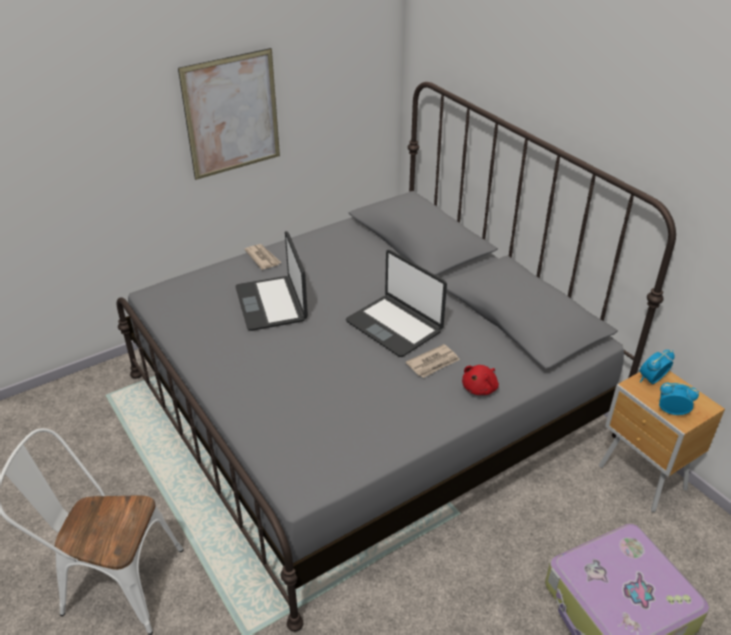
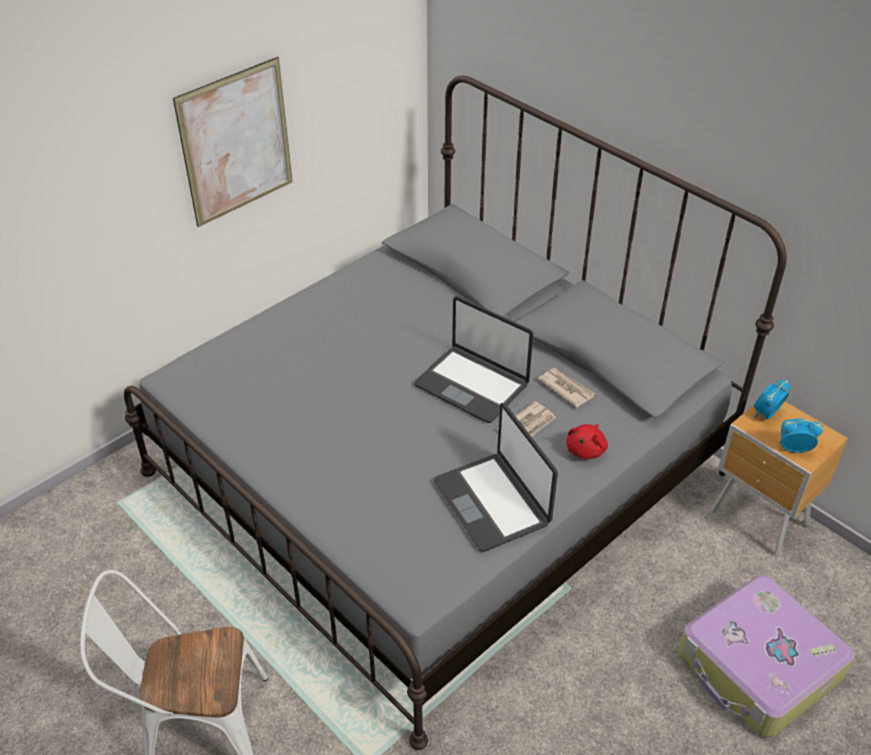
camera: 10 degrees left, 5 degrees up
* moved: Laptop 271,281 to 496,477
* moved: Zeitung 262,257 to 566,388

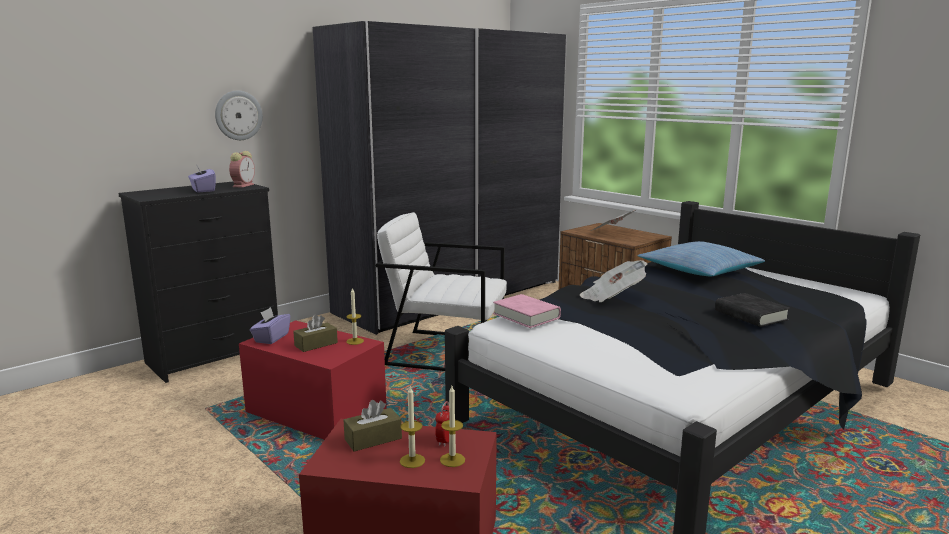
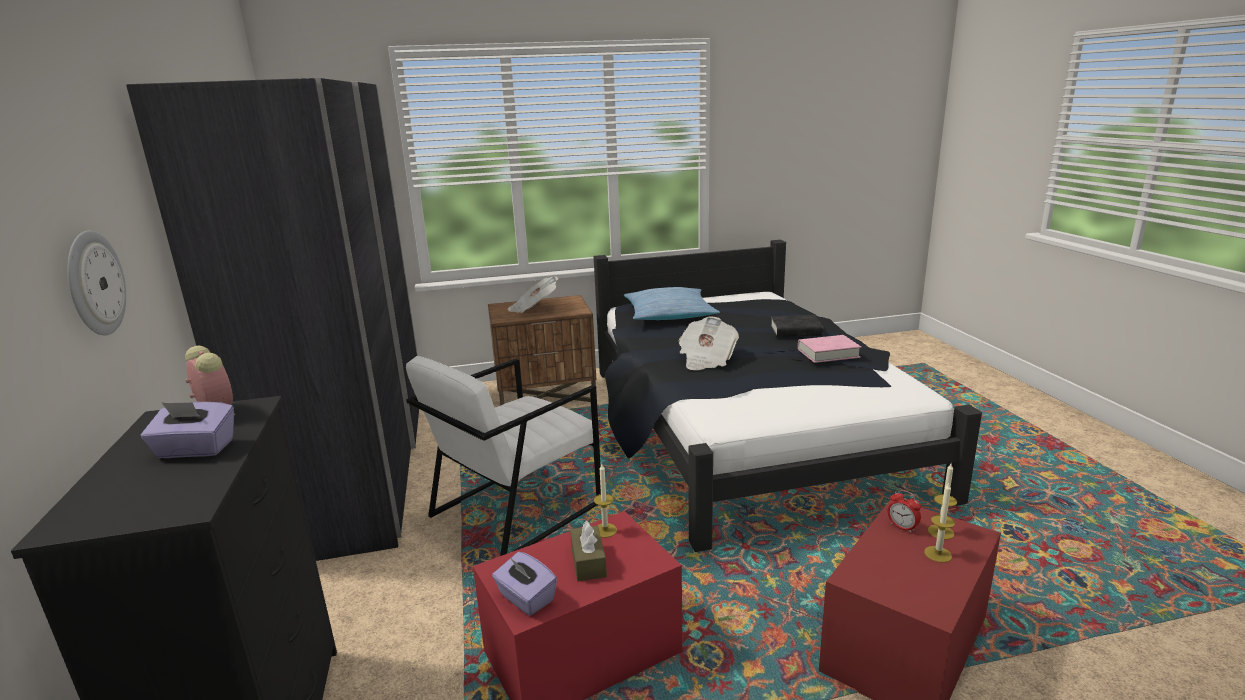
camera: 60 degrees left, 5 degrees up
* moved: Buch (rosa) 527,311 to 829,349
* removed: Taschentuchbox (braun) 372,425

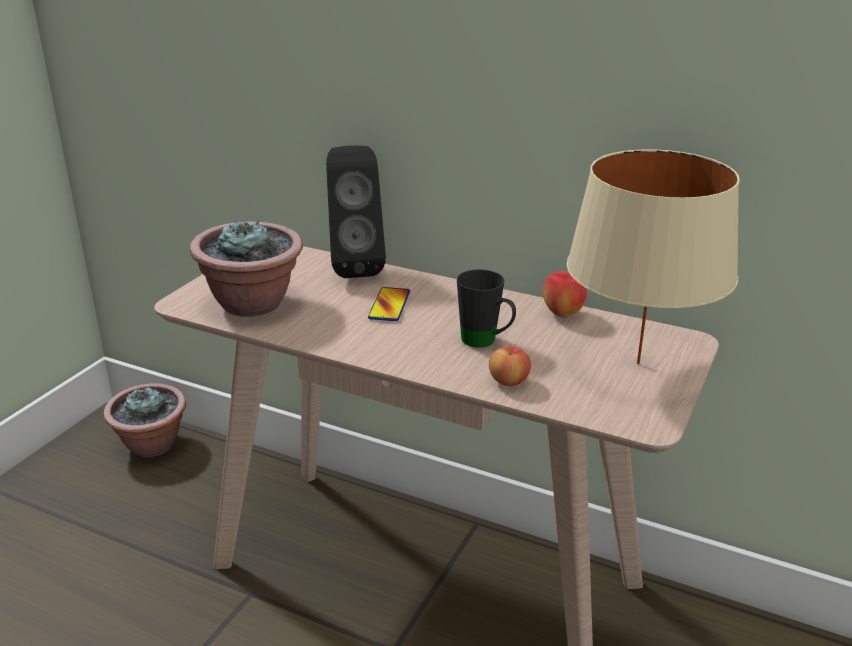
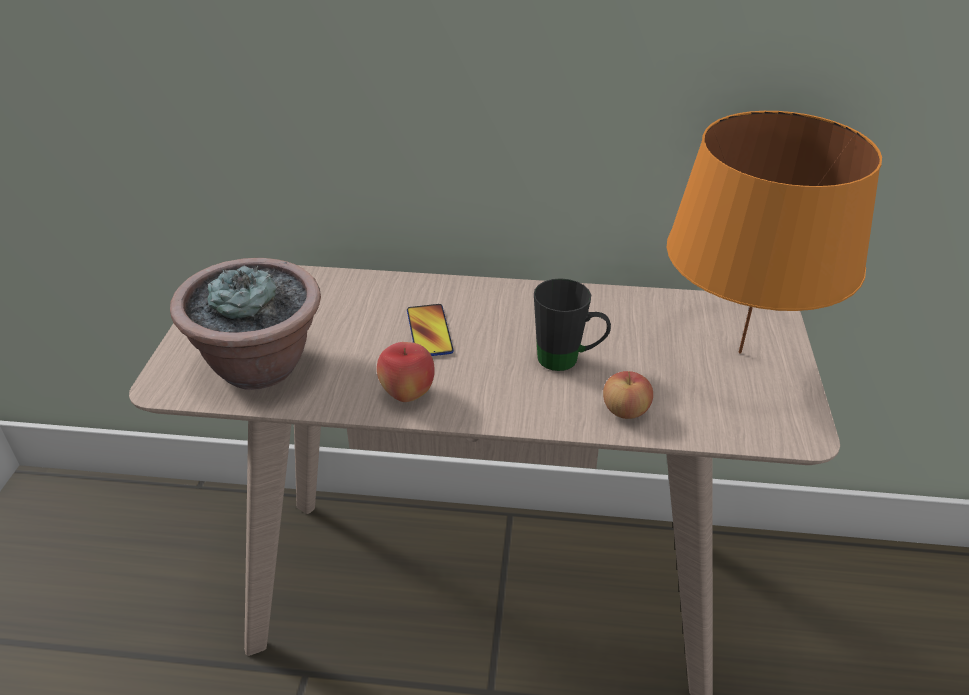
camera: 20 degrees left, 10 degrees up
* moved: Apfel 565,294 to 406,372
* recoloured: Tischlampe (beige) 653,256 to Tischlampe (orange) 774,232
* removed: Topfpflanze 145,420
* removed: Lautsprecher (schwarz) 356,211

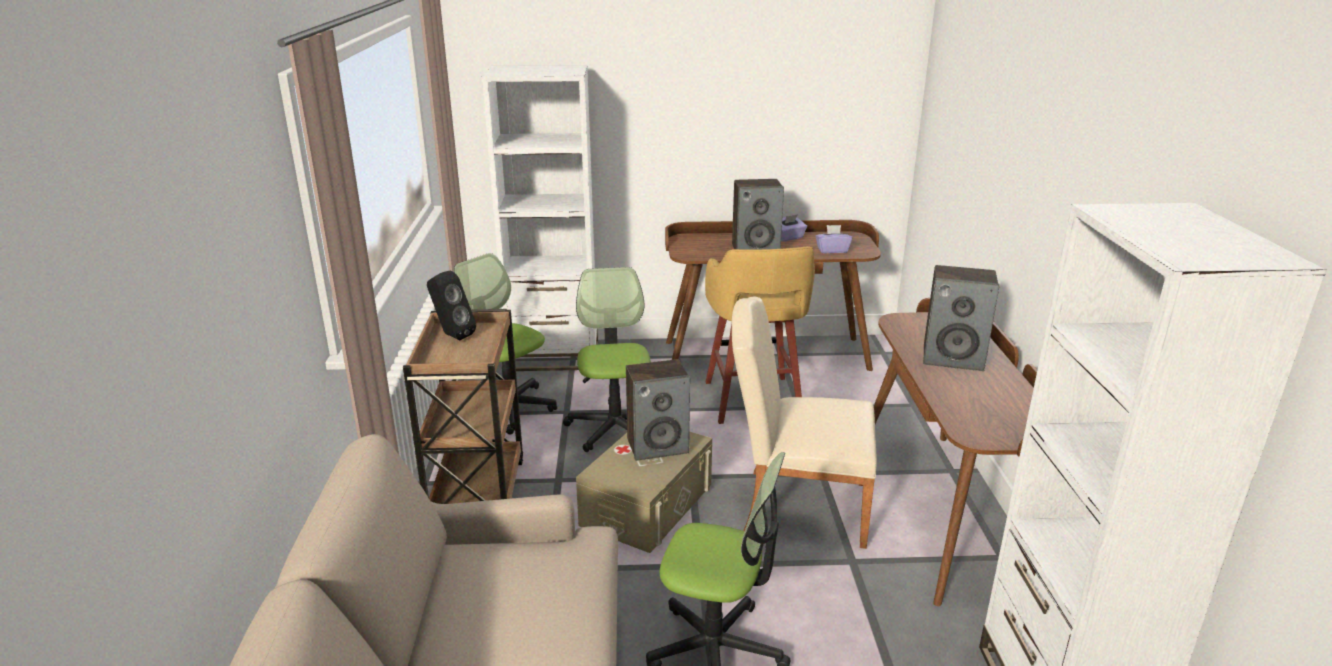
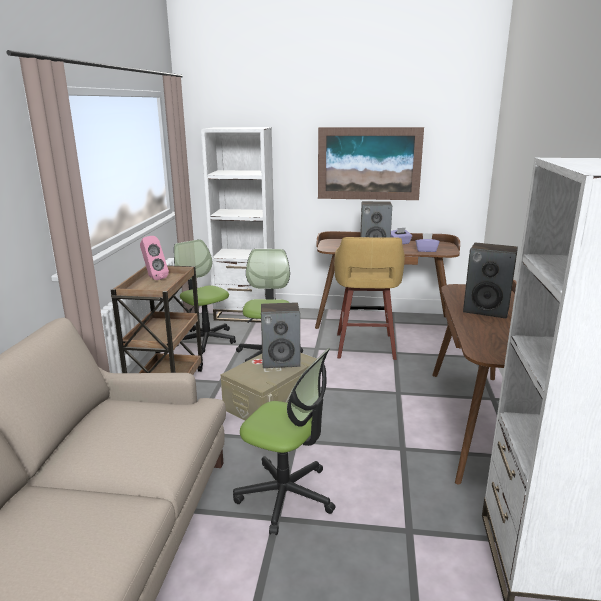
camera: 10 degrees right, 5 degrees down
* recoloured: Lautsprecher (schwarz) 451,305 to Lautsprecher (rosa) 154,258
* added: Bild 371,163
* removed: Stuhl (beige) 804,423

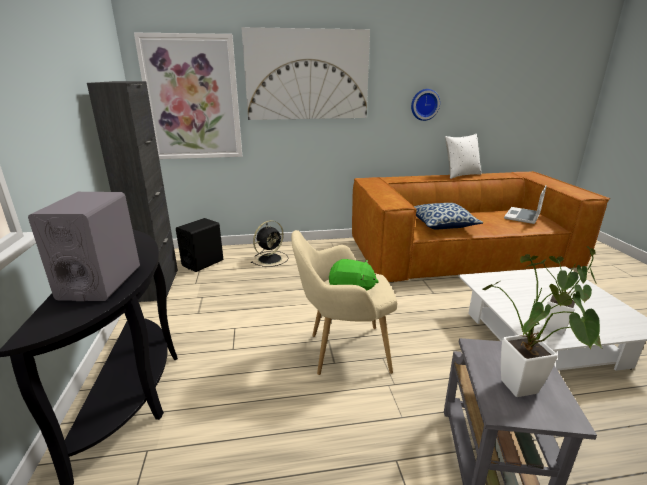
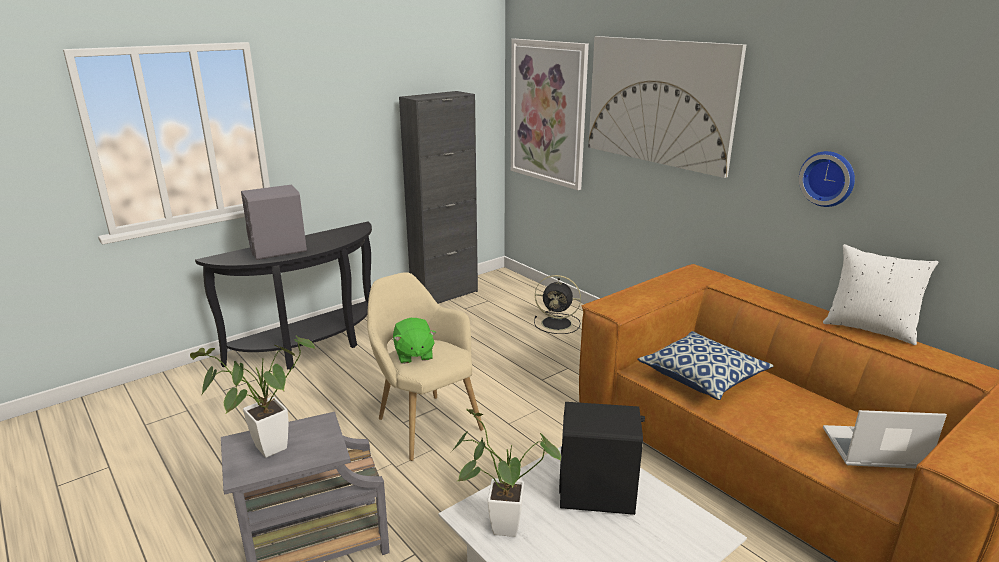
camera: 60 degrees right, 0 degrees up
* moved: Lautsprecher (schwarz) 199,245 to 602,458

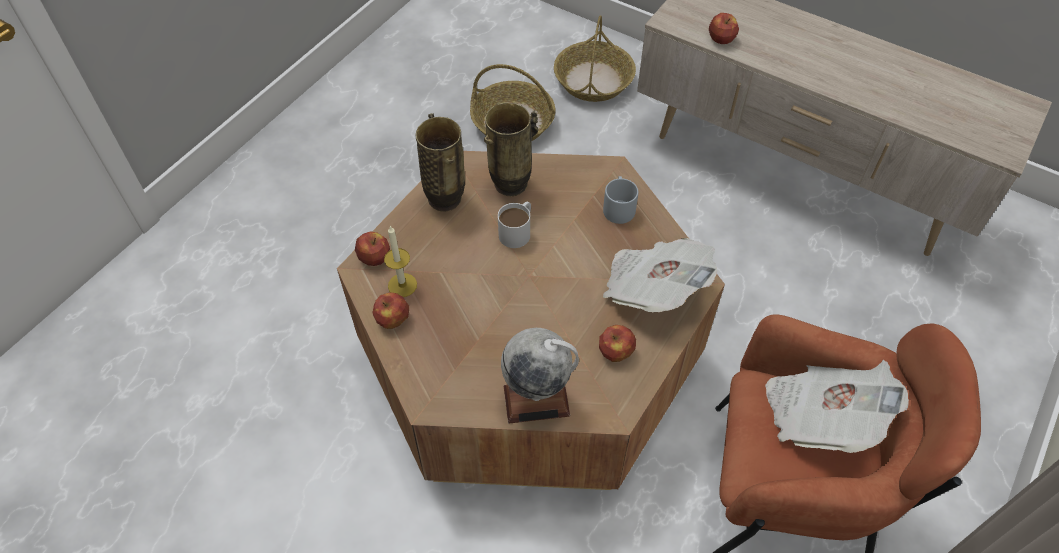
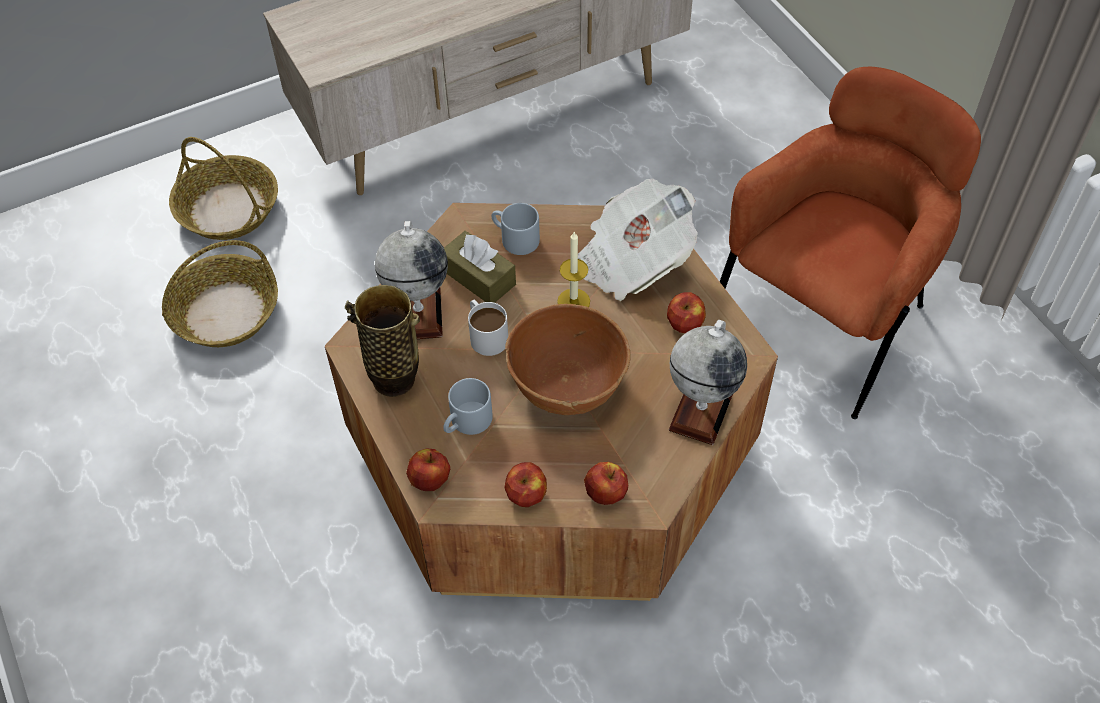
camera: 60 degrees left, 0 degrees up
* replaced: Vase 511,149 to Globus 411,280
* added: Henkelbecher (grau) 468,406
* added: Taschentuchbox (braun) 480,267
* added: Schüssel (braun) 568,359
* moved: Kerze 400,261 to 573,269
* moved: Apfel 724,28 to 606,483
* removed: Zeitung 837,406

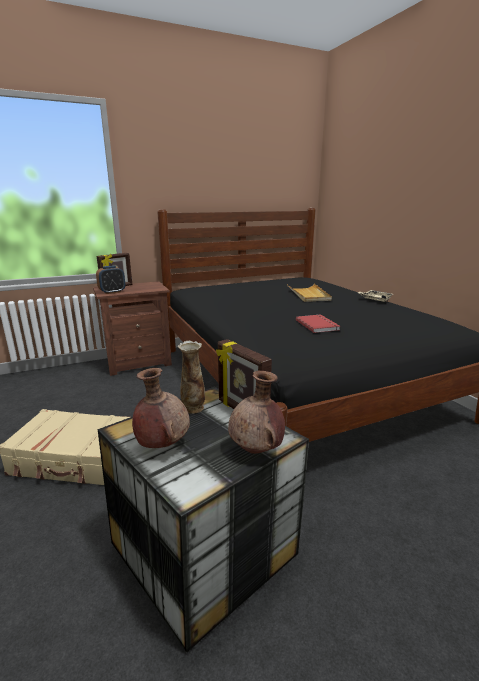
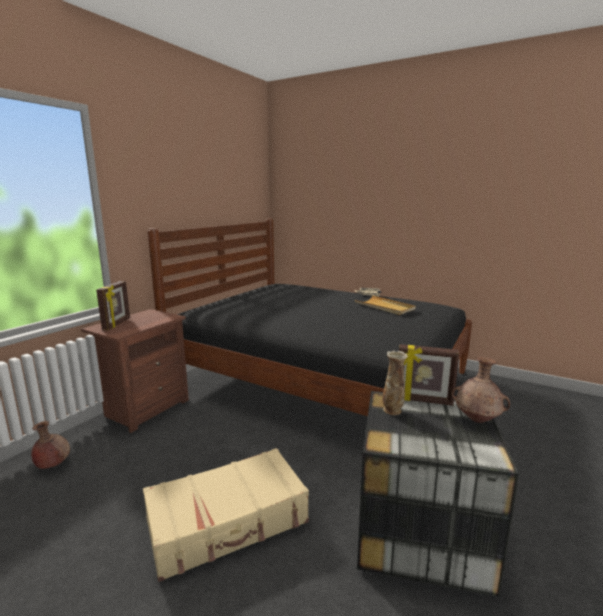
camera: 35 degrees left, 5 degrees down
* moved: Vase (braun) 161,408 to 50,445
* moved: Tablett (beige) 309,293 to 385,305
* removed: Wecker 110,280
* removed: Buch (rot) 318,323

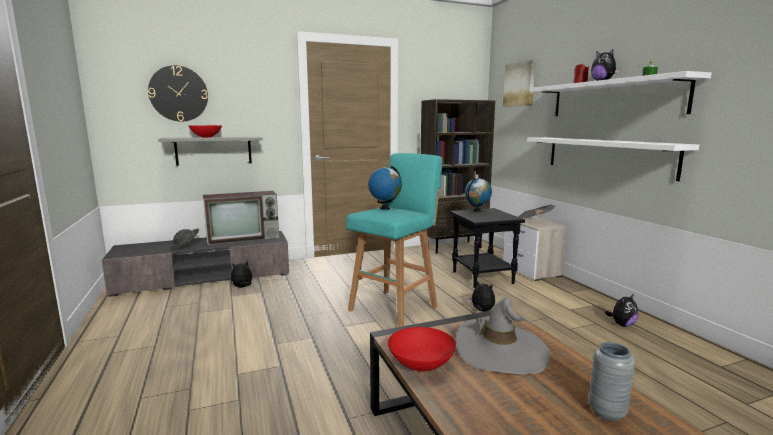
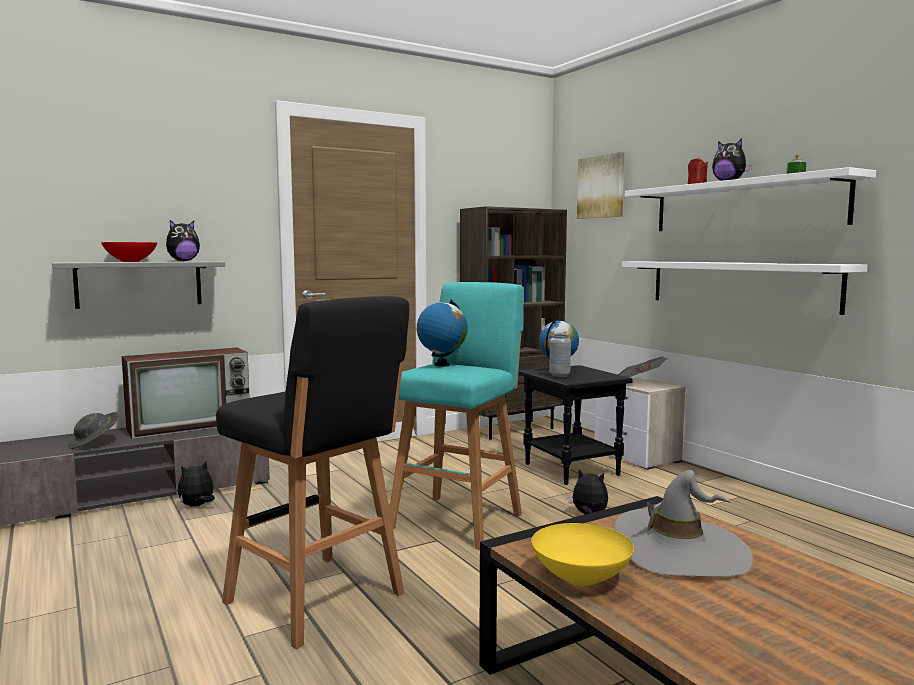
camera: 10 degrees left, 5 degrees down
* moved: Plüschtier 621,310 to 183,240
* added: Hocker (schwarz) 312,472
* recoloured: Schüssel (rot) 422,349 to Schüssel (gelb) 582,554
* moved: Vase (grau) 612,381 to 560,356
* removed: Wanduhr 178,93

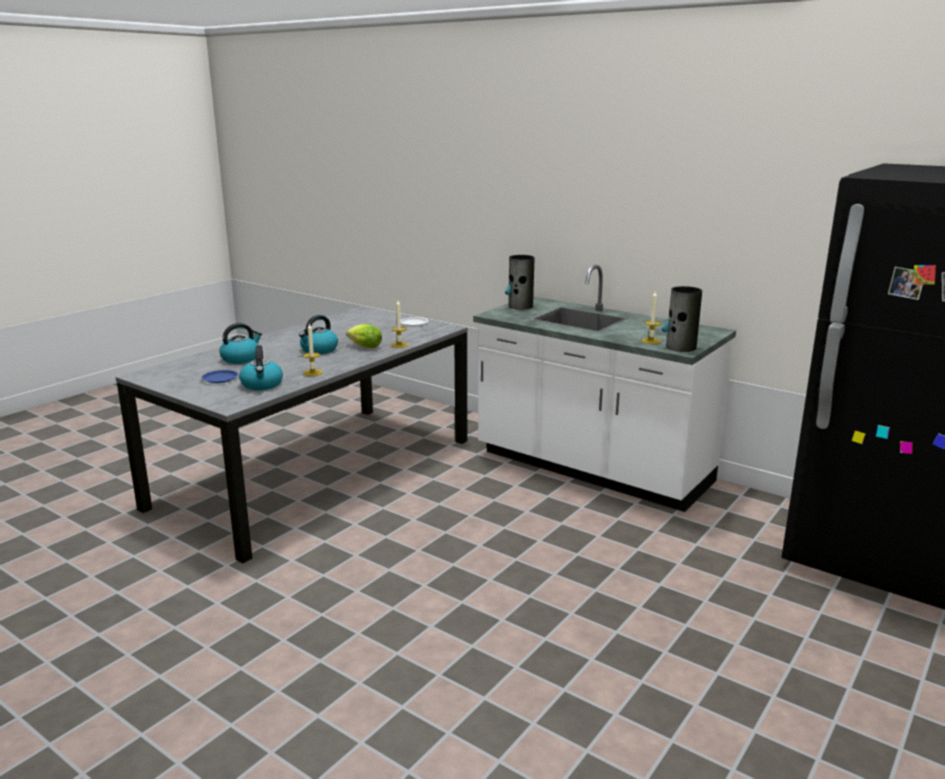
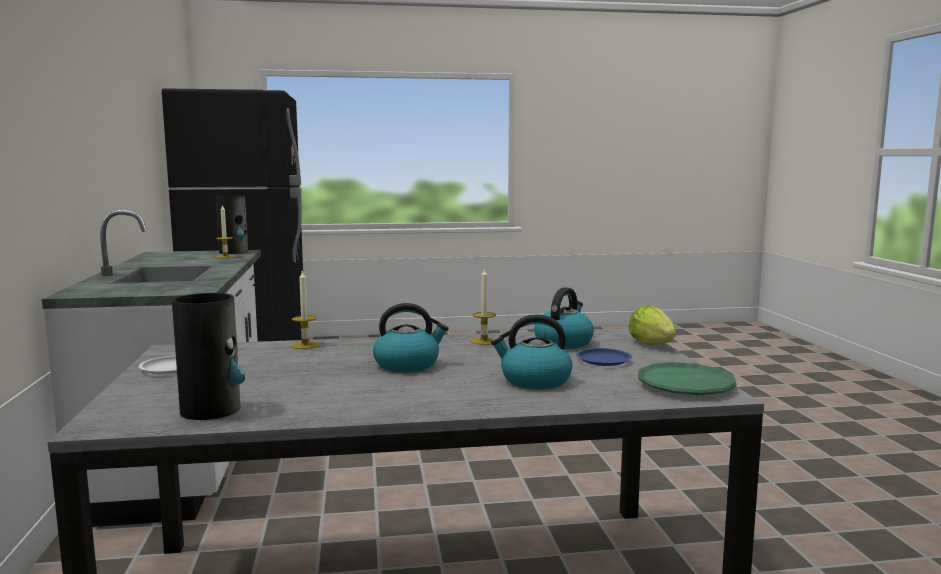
camera: 135 degrees left, 10 degrees down
* moved: Vase 519,282 to 208,356
* moved: Salatkopf 364,336 to 652,325
* added: Teller (grün) 687,378

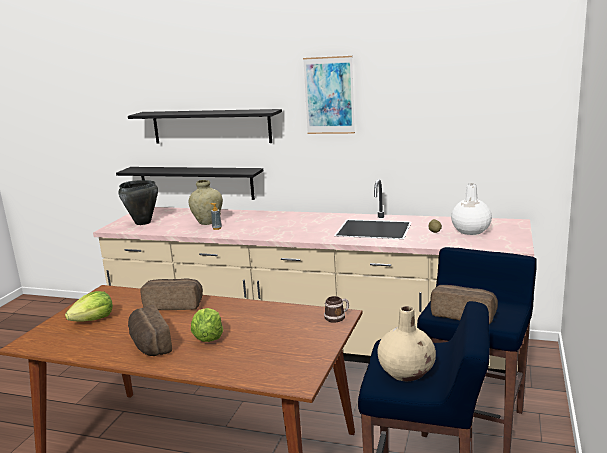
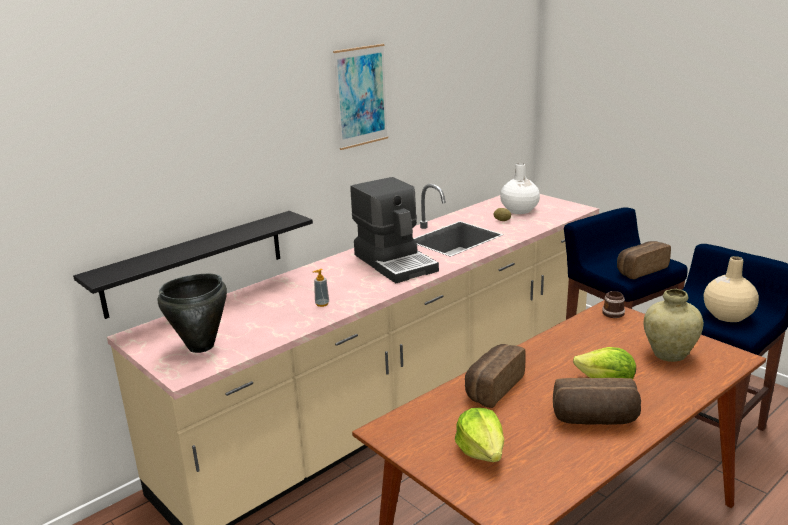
camera: 60 degrees left, 5 degrees up
* added: Kaffeemaschine 394,230
* moved: Vase (beige) 205,202 to 674,325
* removed: Wandregal (schwarz) 205,126

